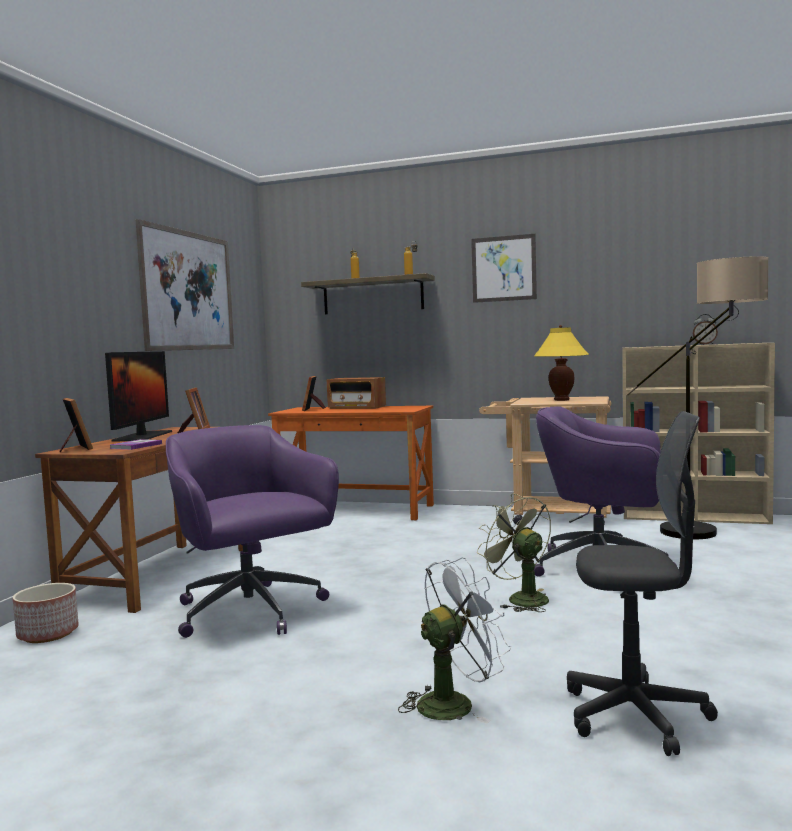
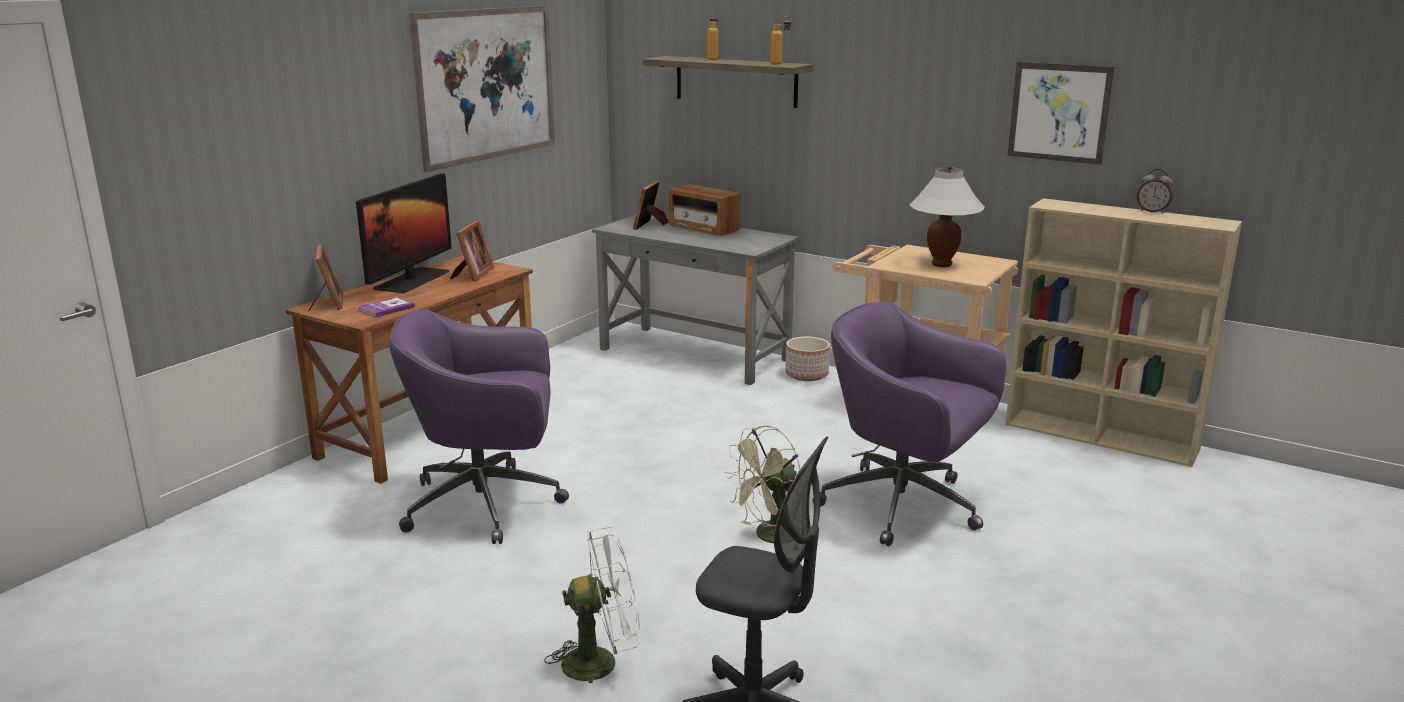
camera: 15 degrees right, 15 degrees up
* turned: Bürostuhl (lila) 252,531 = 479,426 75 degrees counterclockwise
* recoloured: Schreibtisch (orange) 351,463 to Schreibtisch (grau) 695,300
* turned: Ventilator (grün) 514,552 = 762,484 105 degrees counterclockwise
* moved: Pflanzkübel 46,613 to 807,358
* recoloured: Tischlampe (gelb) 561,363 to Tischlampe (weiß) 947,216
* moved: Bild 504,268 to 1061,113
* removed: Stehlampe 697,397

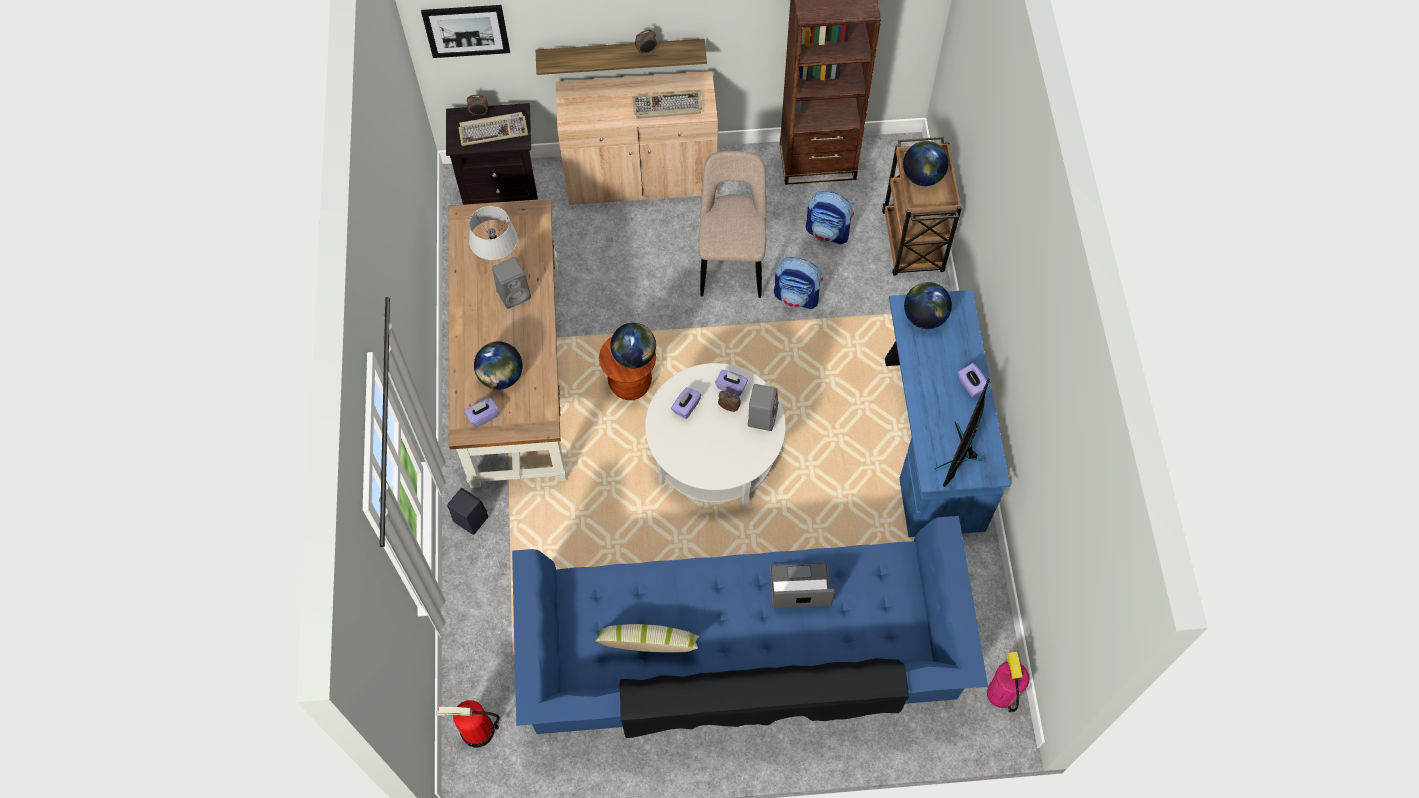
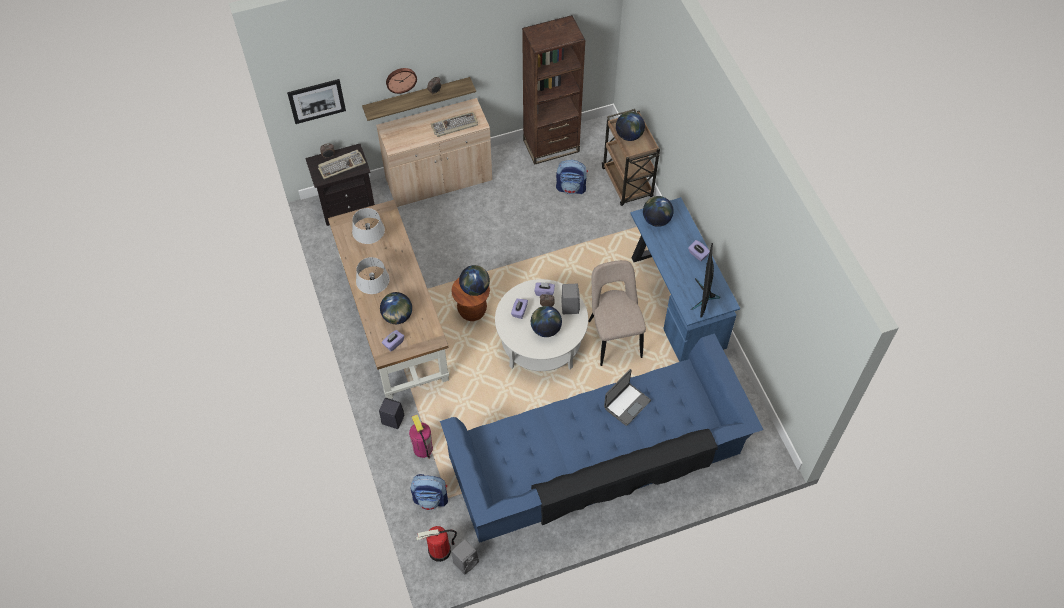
camera: 15 degrees left, 5 degrees down
* added: Tischlampe (grau) 373,275
* added: Wanduhr 401,81
* moved: Feuerlöscher 1008,681 to 421,437
* moved: Rucksack 798,283 to 429,492
* moved: Lautsprecher (grau) 511,283 to 465,557
* added: Globus 546,321
* moved: Stuhl (beige) 732,224 to 617,313
* turned: Laptop 802,585 = 627,397 150 degrees clockwise
* removed: Kissen 647,638

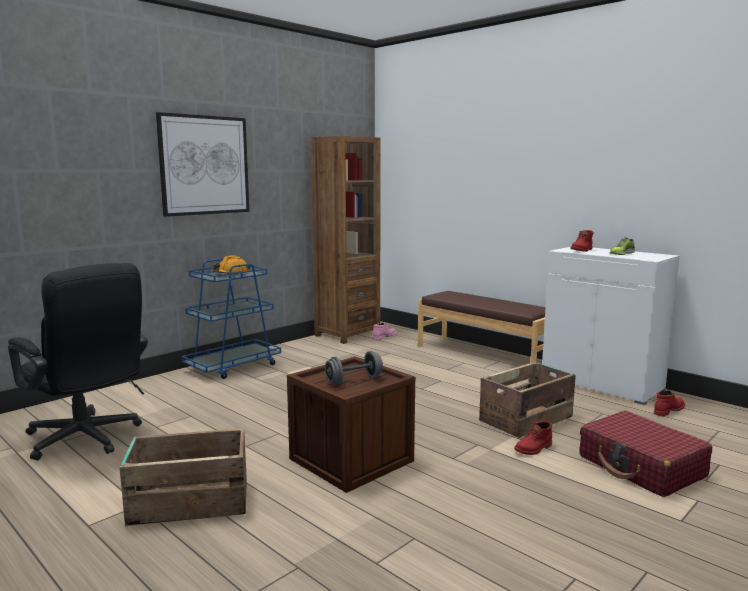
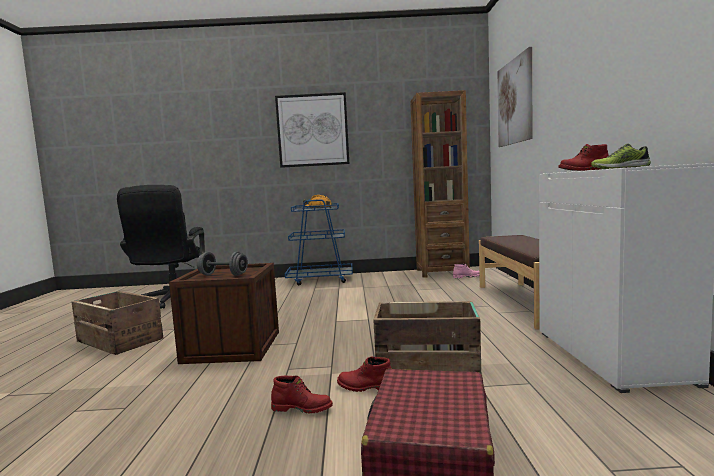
camera: 45 degrees right, 5 degrees down
* moved: Stiefel (rot) 669,403 to 302,394
* added: Bild 515,97

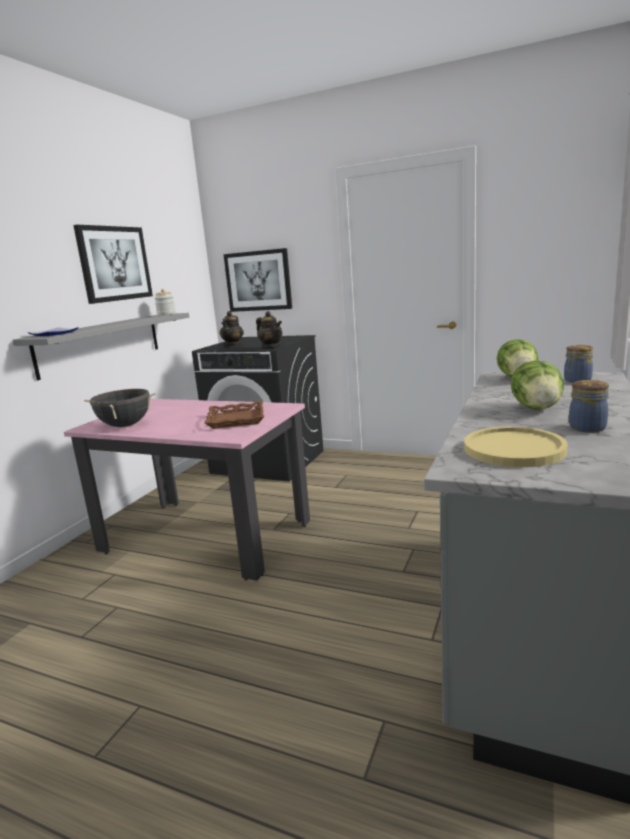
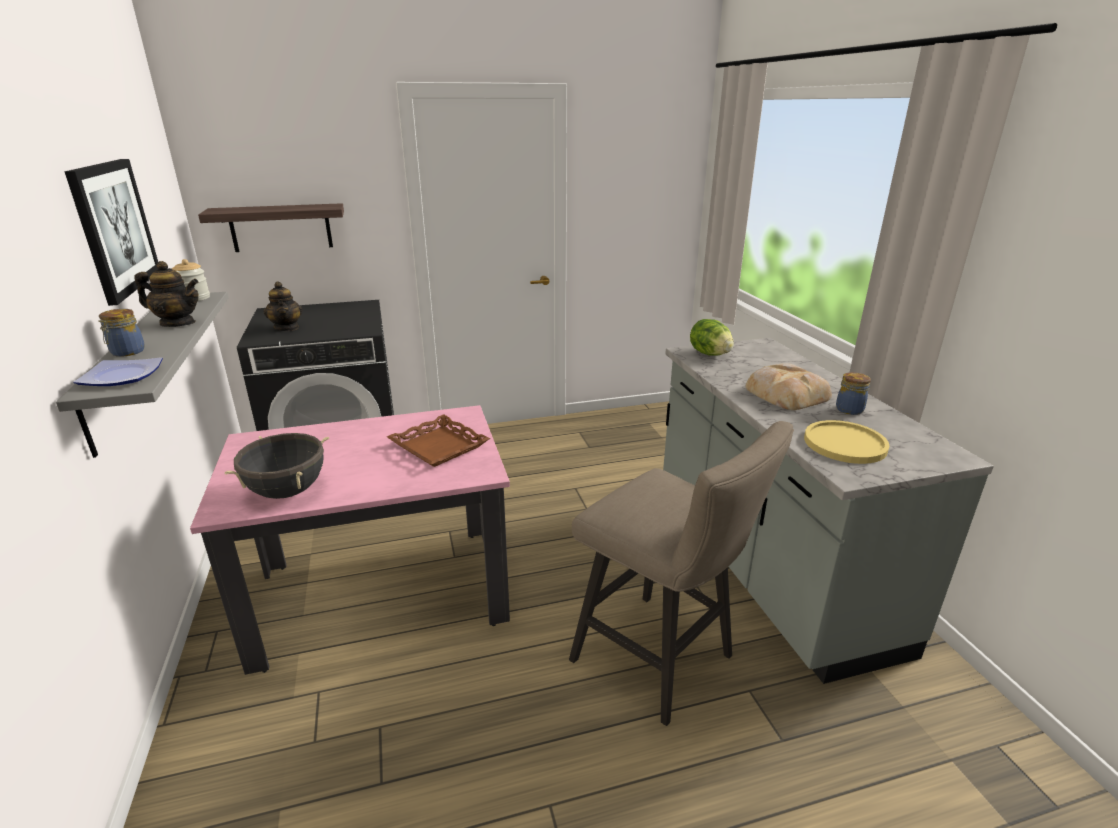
camera: 40 degrees left, 10 degrees up
* moved: Vorratsglas 578,364 to 121,333
* moved: Teekanne 269,329 to 166,294
* replaced: Bild 257,280 to Wandregal 271,227
* added: Hocker (beige) 681,573
* replaced: Salatkopf 537,385 to Brot 789,386

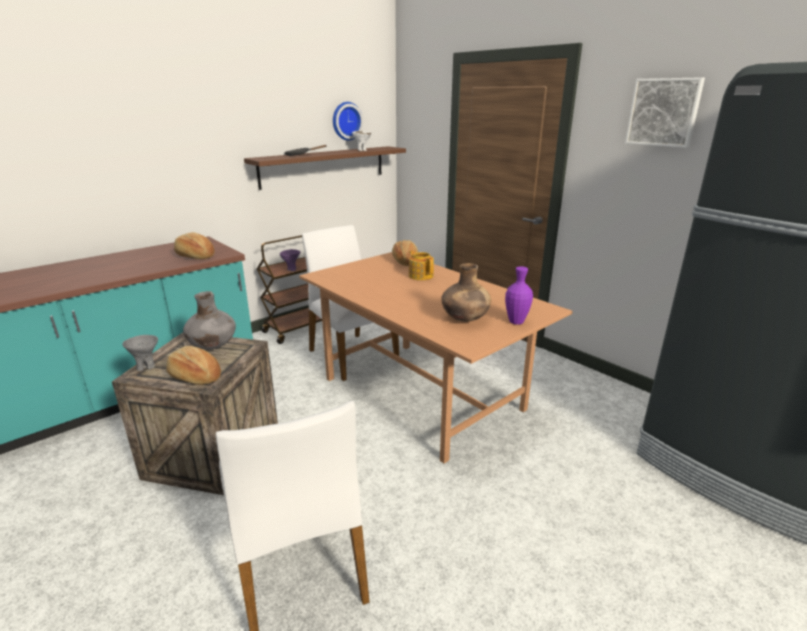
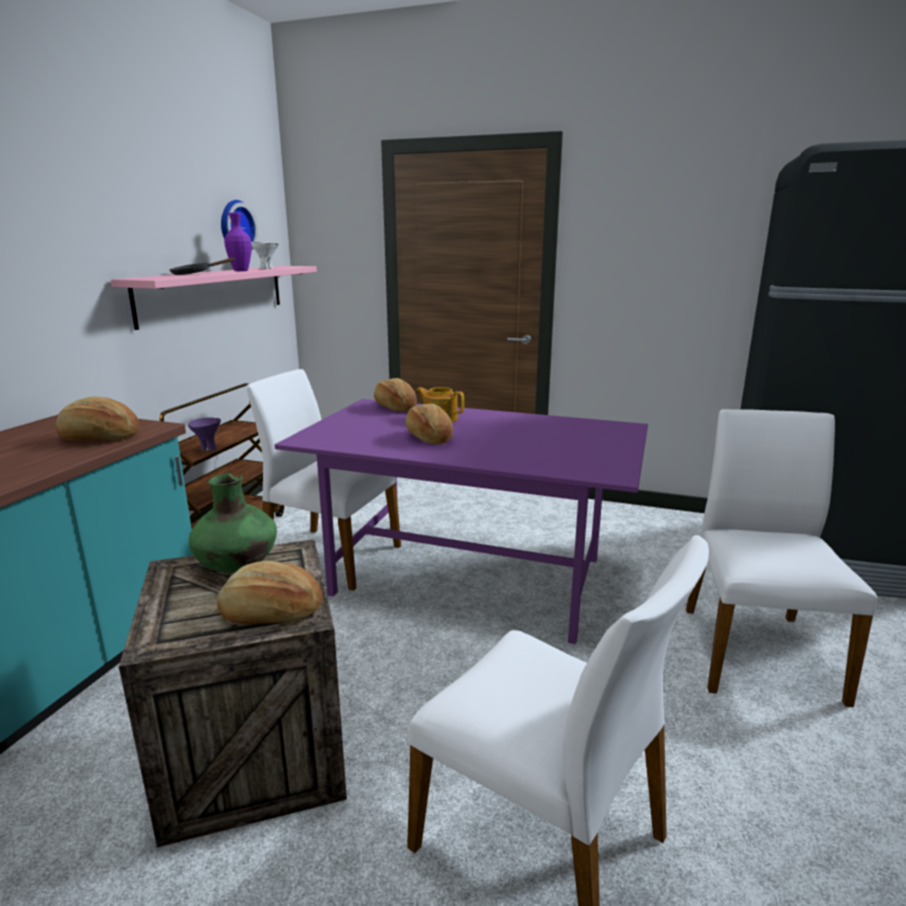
camera: 30 degrees left, 5 degrees down
* recoloured: Wandregal (braun) 325,168 to Wandregal (rosa) 214,298
* recoloured: Vase (grau) 209,320 to Vase (grün) 233,523
* moved: Vase (lila) 519,295 to 238,242
* recoloured: Esstisch (braun) 436,357 to Esstisch (lila) 461,521
* added: Brot 429,423
* added: Stuhl (weiß) 782,558
* removed: Schüssel (grau) 140,353
* removed: Vase (braun) 466,292
* removed: Bild 665,112

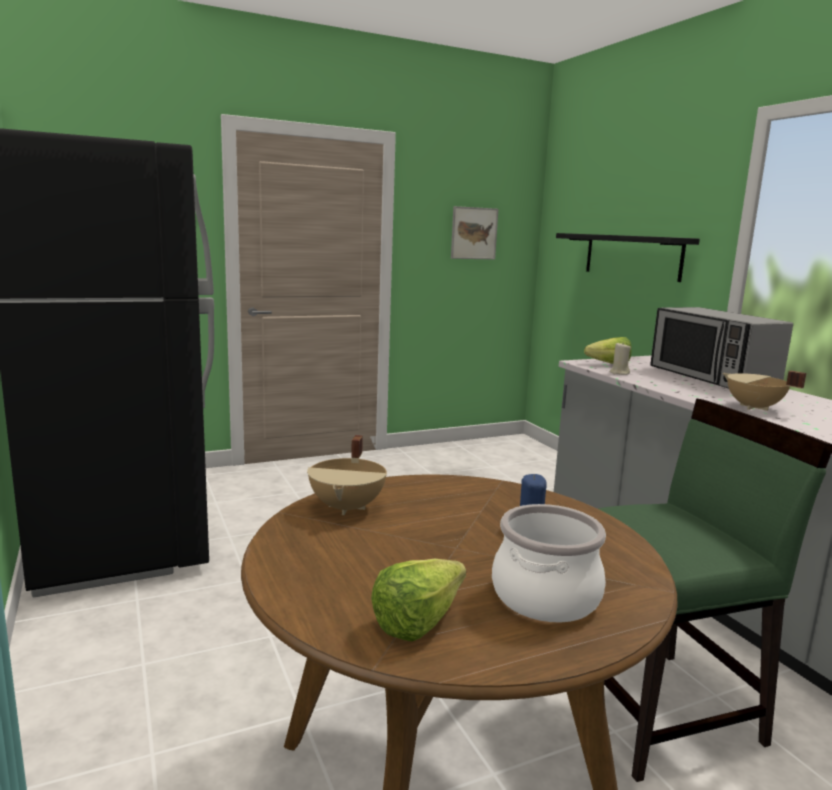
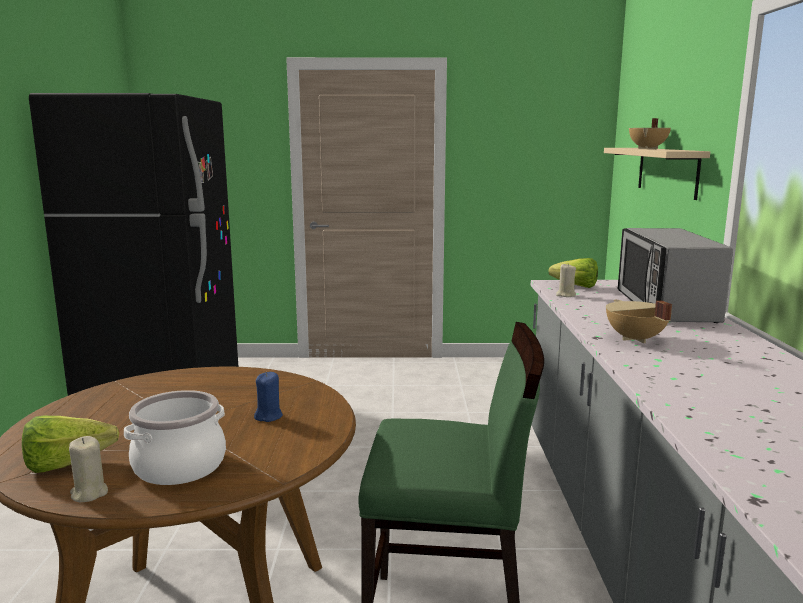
camera: 25 degrees right, 0 degrees up
* added: Kerze (beige) 88,469
* recoloured: Wandregal (schwarz) 628,257 to Wandregal (beige) 657,174
* moved: Kochtopf (beige) 347,475 to 650,133
* removed: Bild 475,233

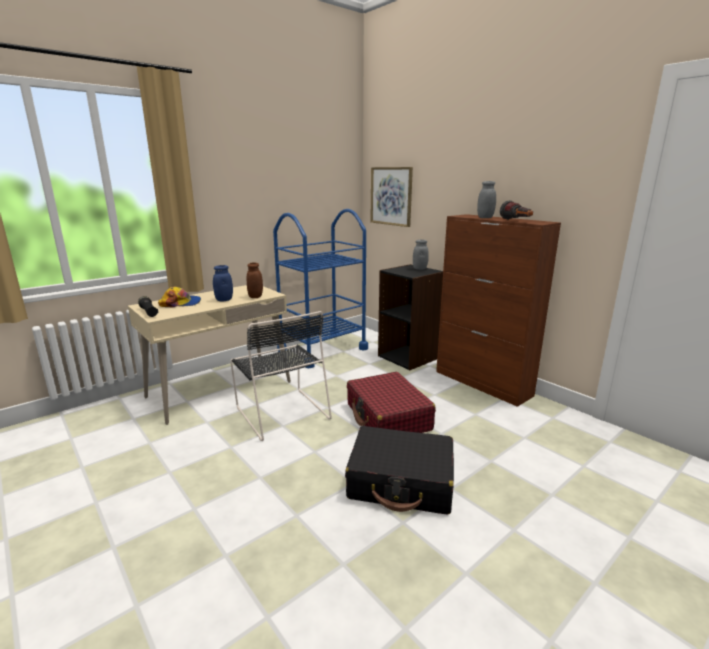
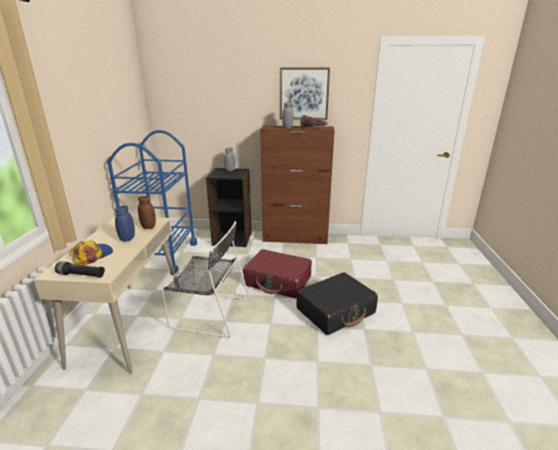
camera: 45 degrees left, 5 degrees up
* moved: Bild 391,197 to 305,94

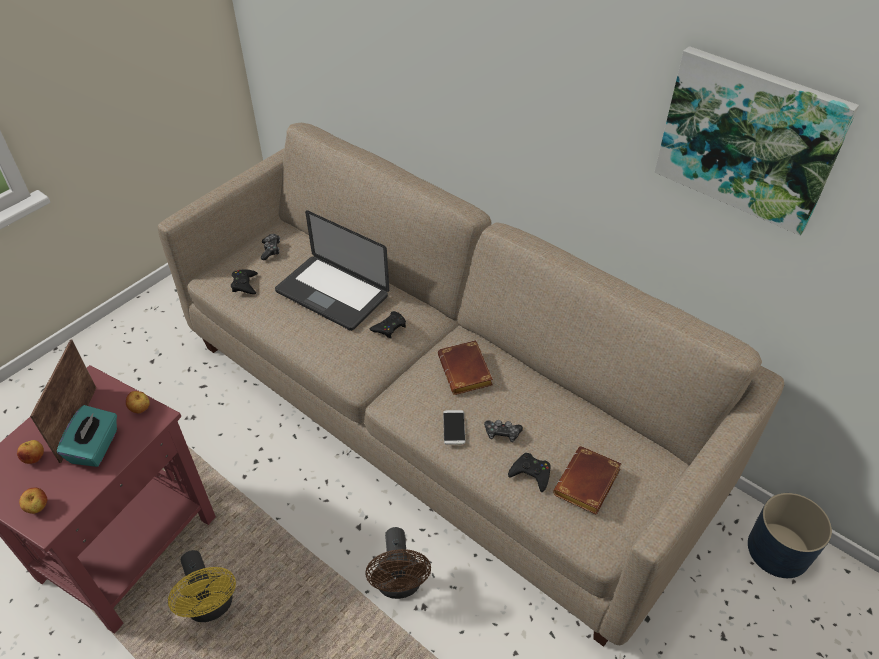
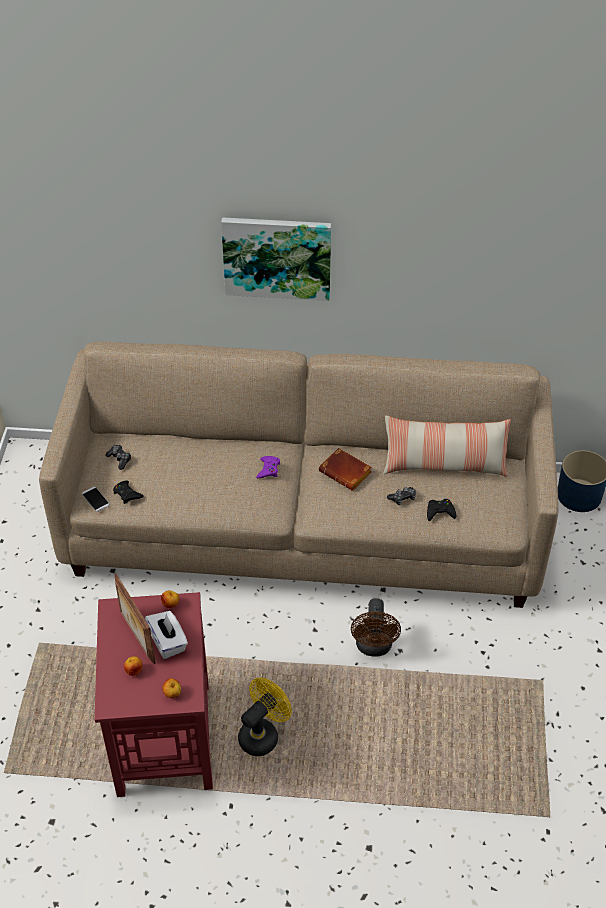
camera: 35 degrees left, 0 degrees up
* moved: Handy 454,427 to 96,499
* recoloured: Taschentuchbox (türkis) 87,436 to Taschentuchbox (weiß) 166,635
* moved: Bild 756,141 to 276,259
* turned: Ventilator (gelb) 202,586 = 265,716 75 degrees counterclockwise
* recoloured: Gamepad (schwarz) 387,325 to Gamepad (lila) 268,467
* turned: Ventilator (braun) 398,563 = 376,627 45 degrees clockwise
* added: Kissen 447,446
* removed: Laptop 332,270
* removed: Buch (braun) 587,480

